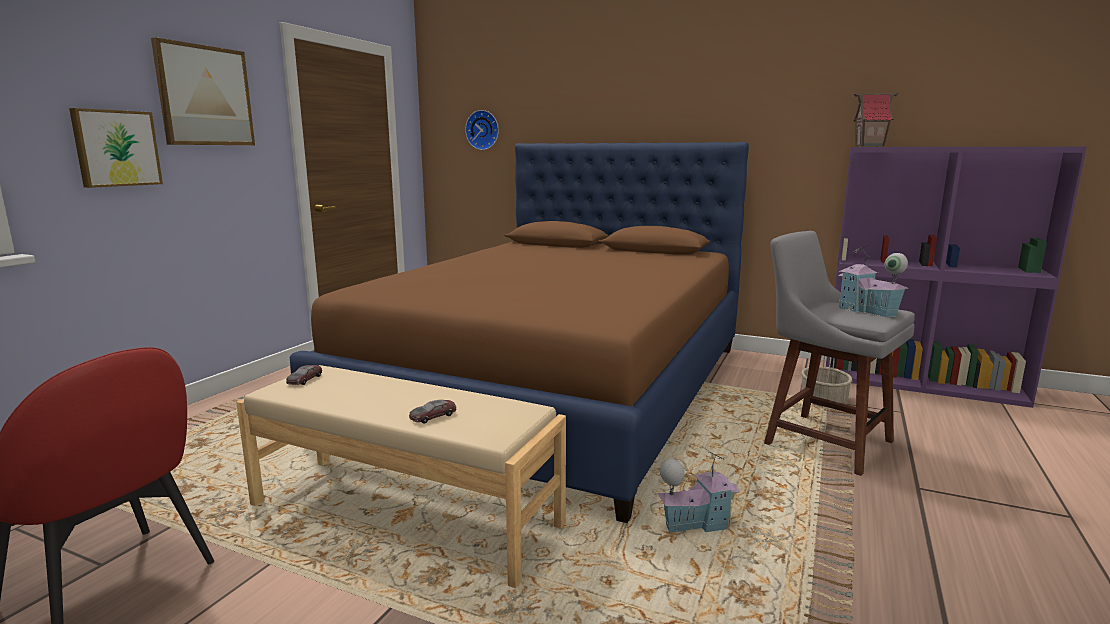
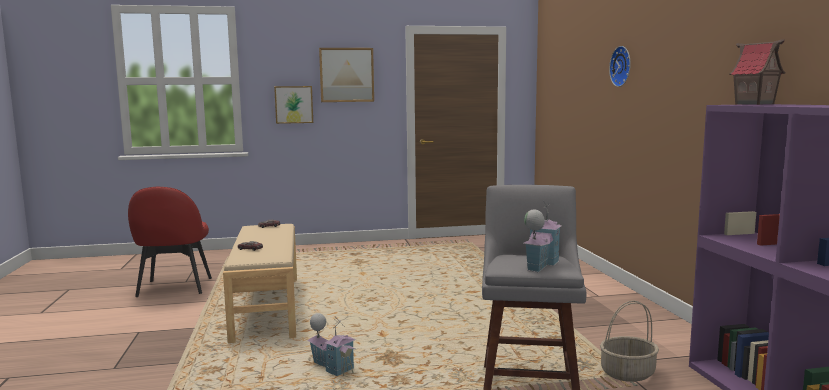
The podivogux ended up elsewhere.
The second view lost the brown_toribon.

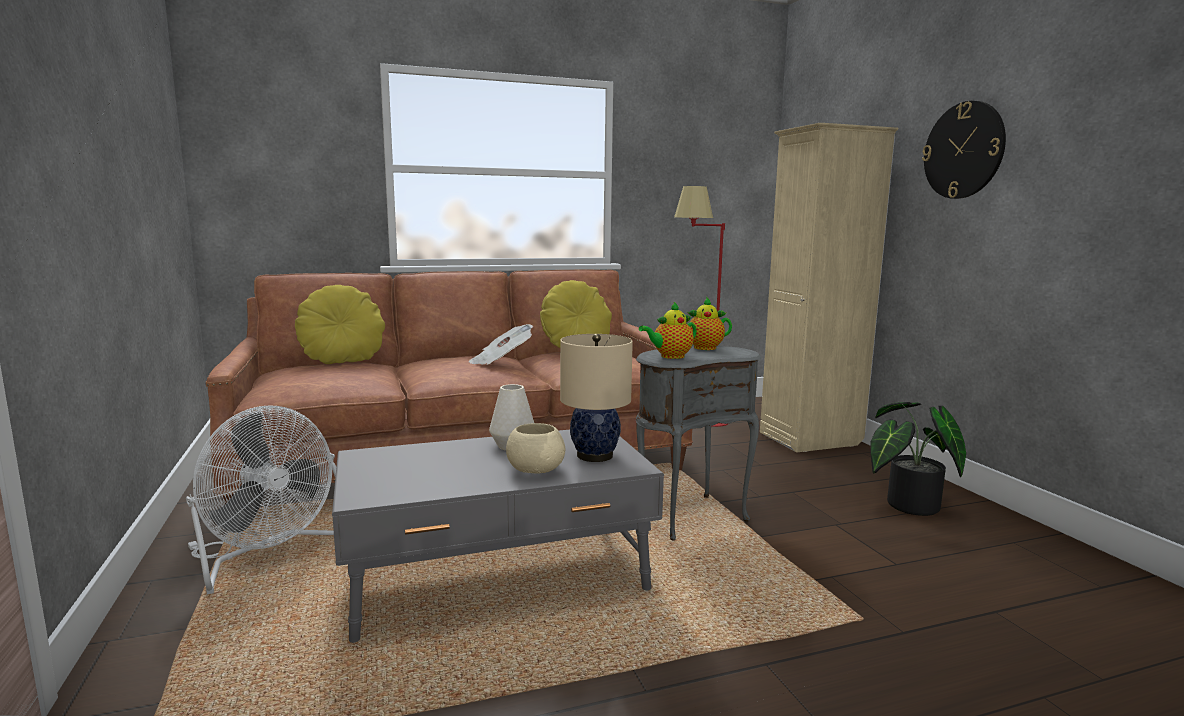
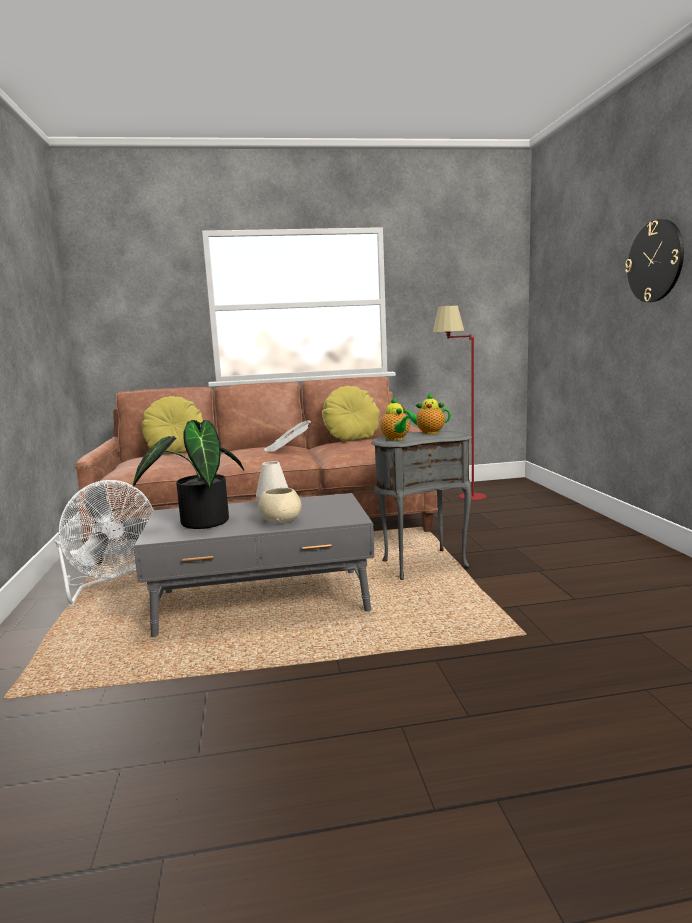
The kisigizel ended up elsewhere.
The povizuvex (no. 1 from left) ended up facing another way, 90 degrees counterclockwise from before.
The second view lost the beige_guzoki.
The second view lost the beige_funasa.

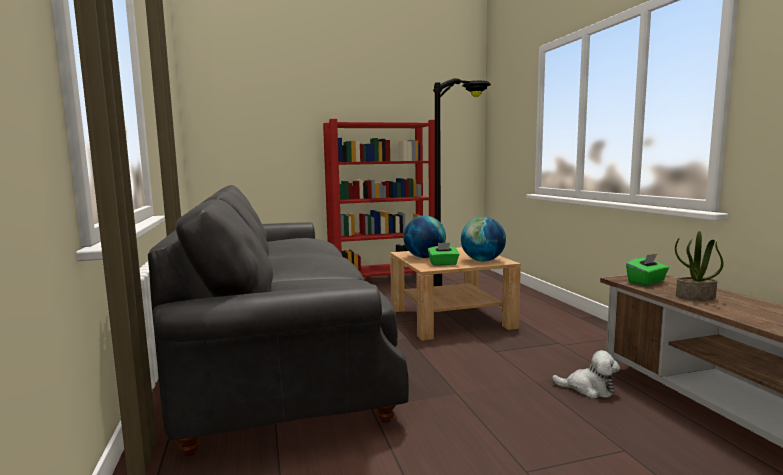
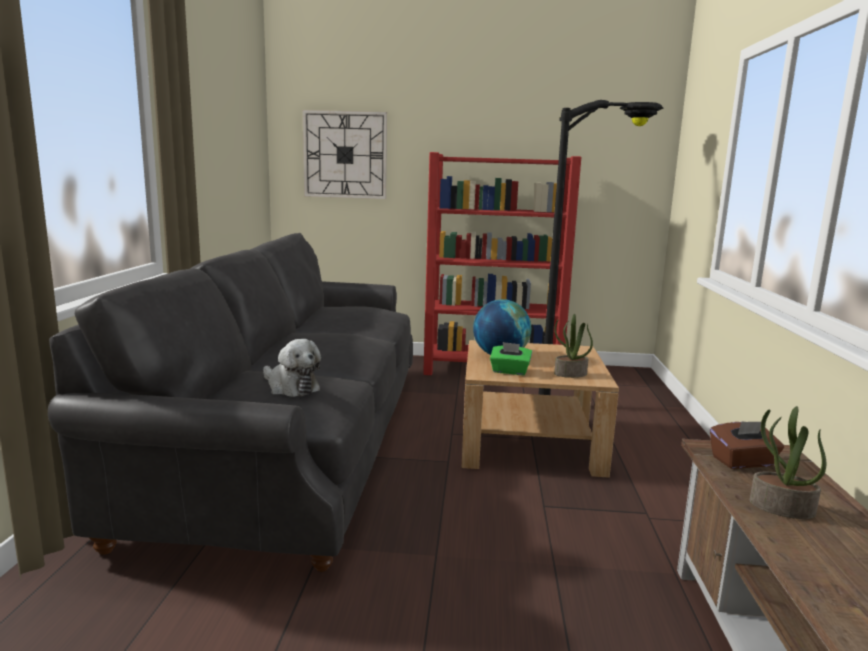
The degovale ended up elsewhere.
The second view gained the podivogux.
Where the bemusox (no. 2 from left) stood, the kisigizel (no. 1 from left) came to stand.
What was the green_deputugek (no. 2 from left) turned into the brown_deputugek.

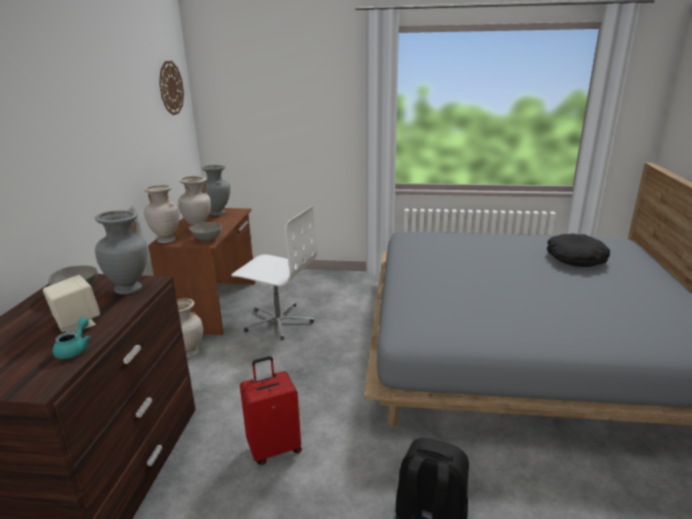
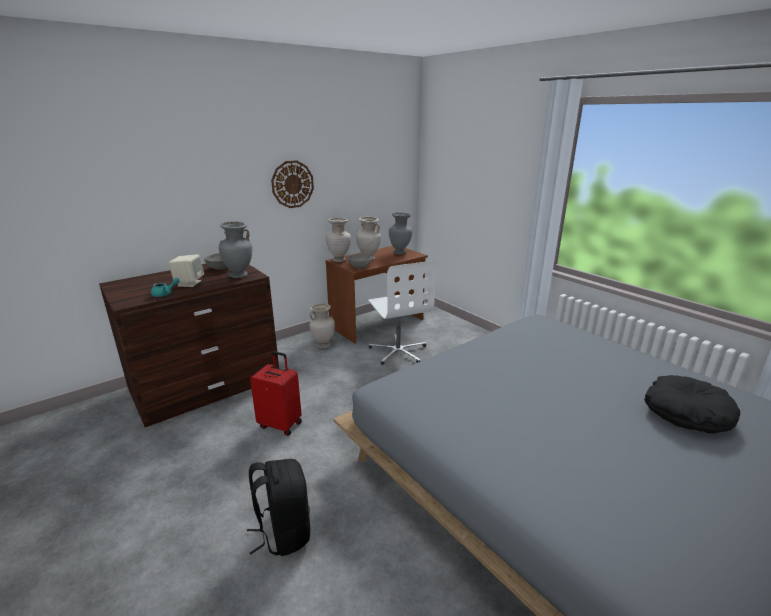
The podivogux ended up elsewhere.

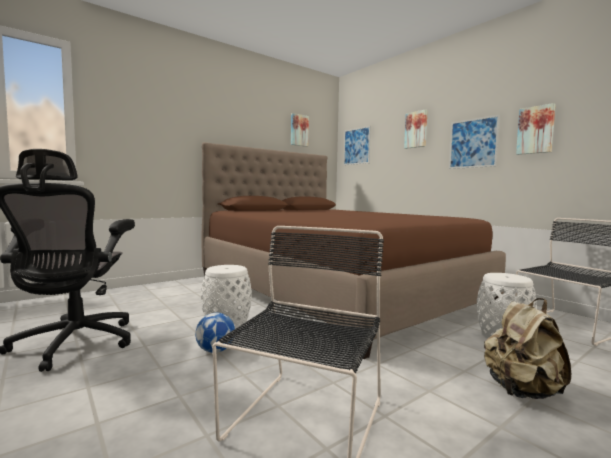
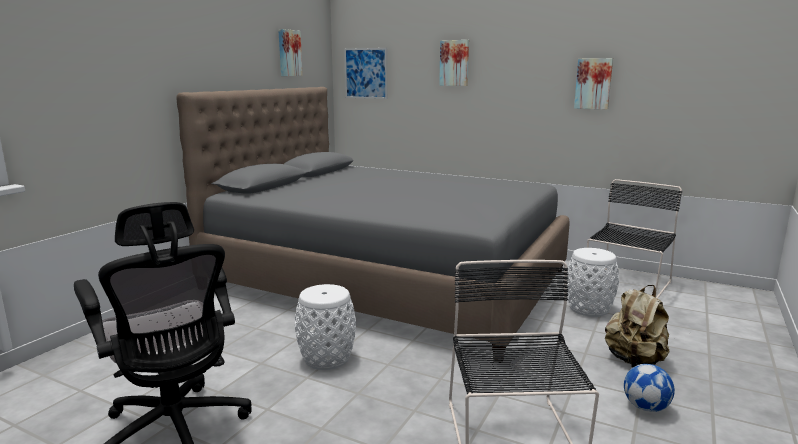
What was the brown_toribon turned into the grey_toribon.
The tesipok ended up elsewhere.
The second view lost the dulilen (no. 4 from left).

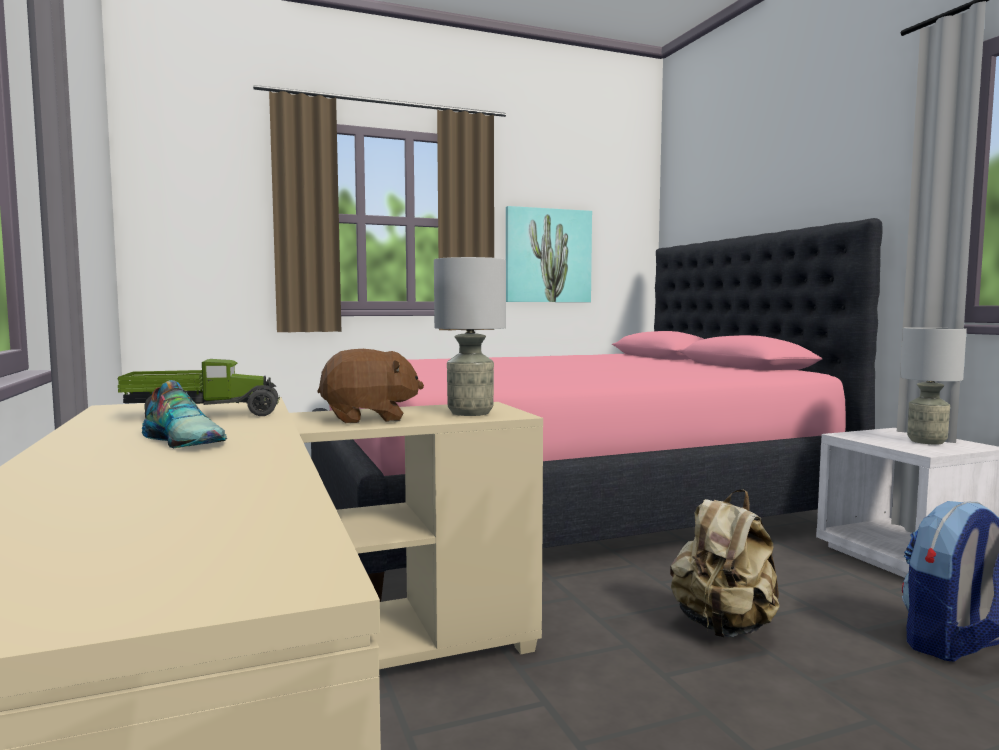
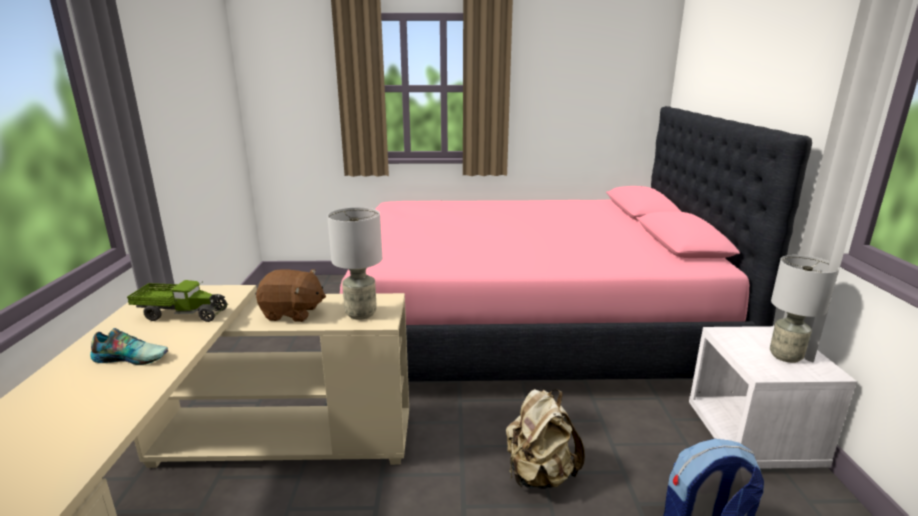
The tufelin ended up facing another way, 60 degrees counterclockwise from before.
The second view lost the dulilen.

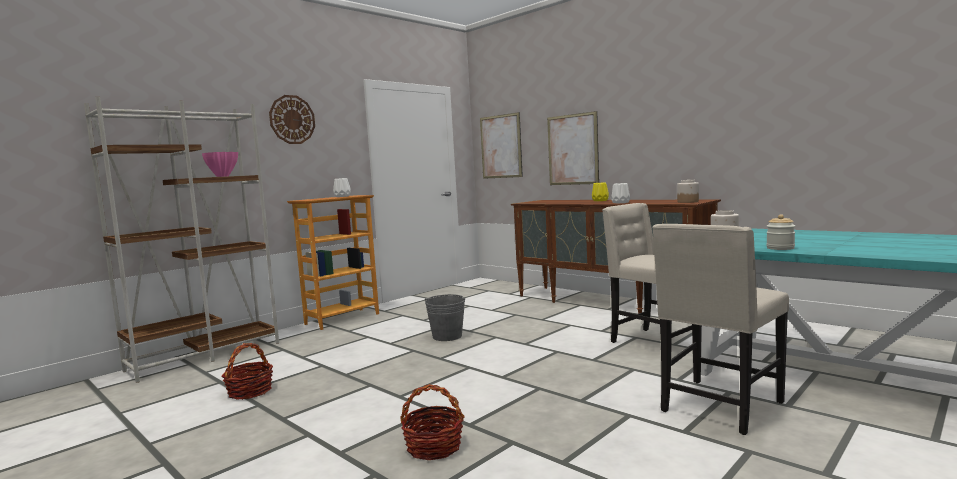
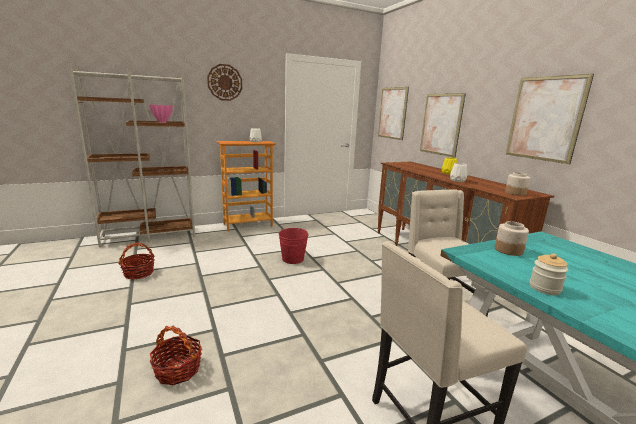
What was the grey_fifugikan turned into the red_fifugikan.
The second view gained the dulilen (no. 3 from left).

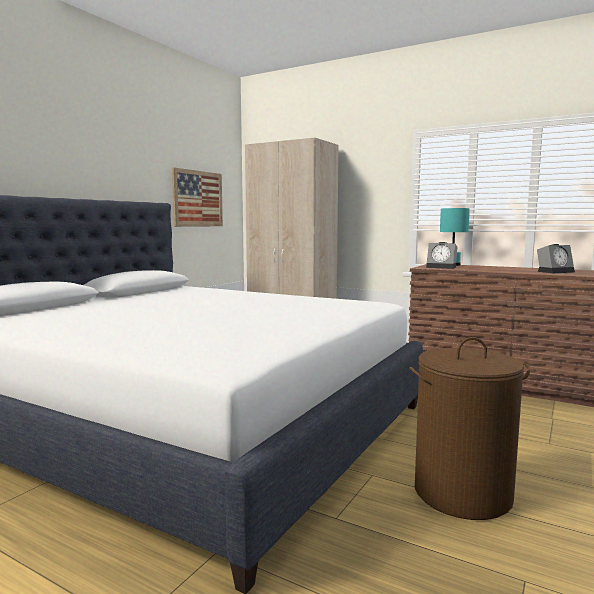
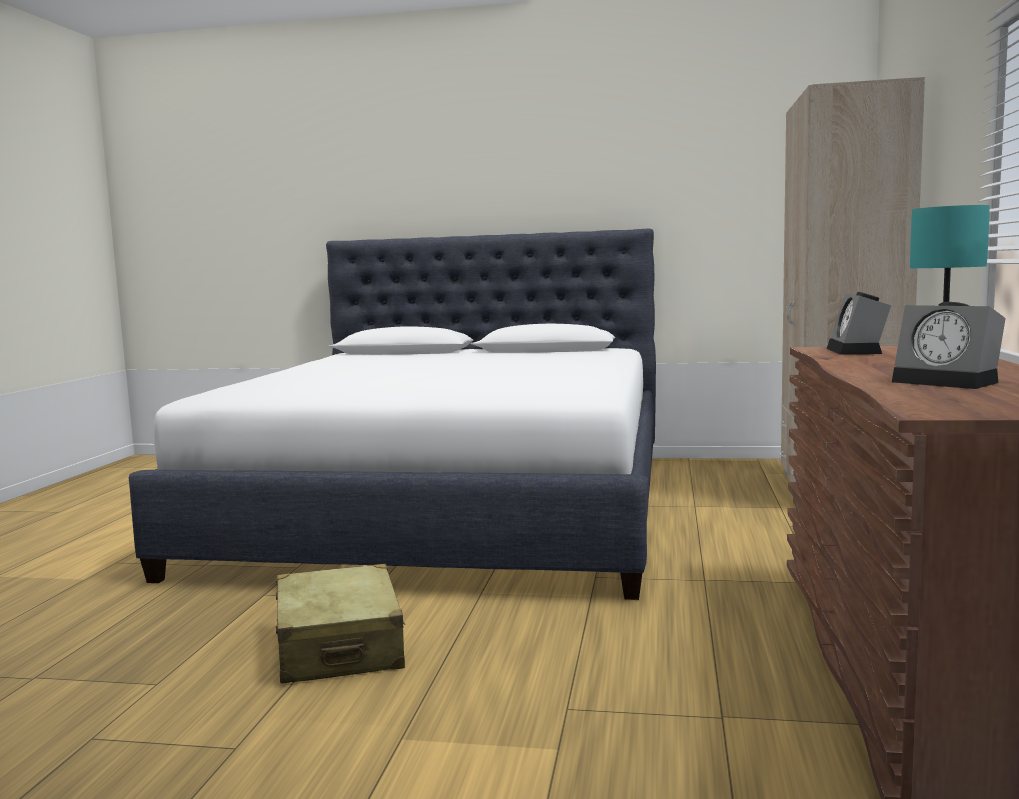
Where the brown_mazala stood, the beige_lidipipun came to stand.
The second view lost the dulilen.

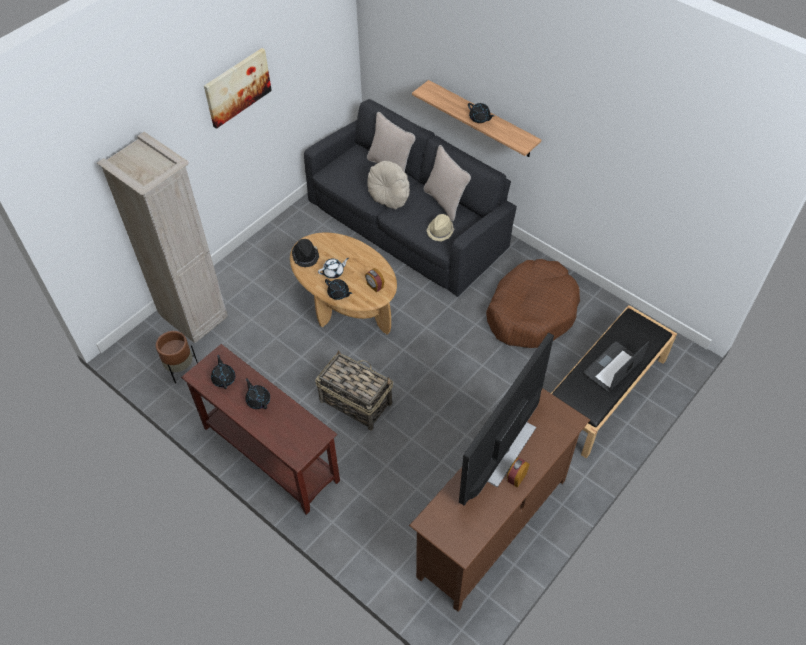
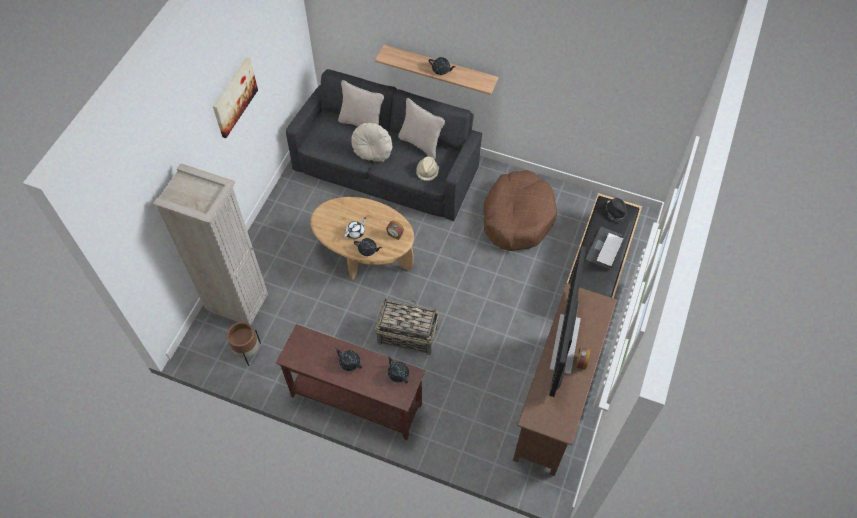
The black_povizuvex (no. 1 from left in the first image) ended up elsewhere.
The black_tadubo ended up elsewhere.

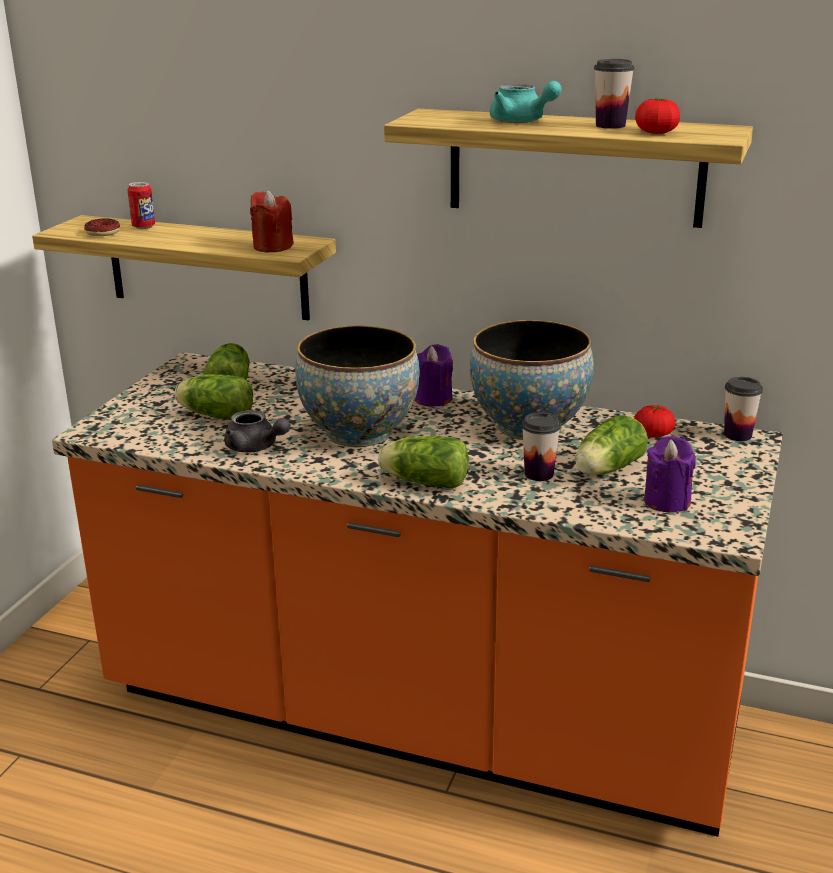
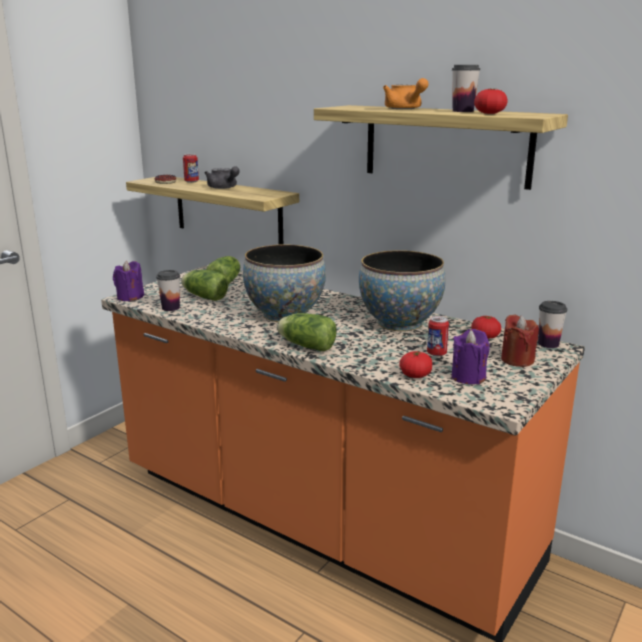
The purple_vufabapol (no. 1 from left) ended up elsewhere.
The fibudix (no. 1 from left) ended up elsewhere.
The grey_povizuvex ended up elsewhere.
What was the turquoise_povizuvex turned into the orange_povizuvex.
The second view gained the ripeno (no. 1 from left).
Where the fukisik (no. 4 from left) stood, the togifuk (no. 2 from left) came to stand.
The red_vufabapol ended up elsewhere.

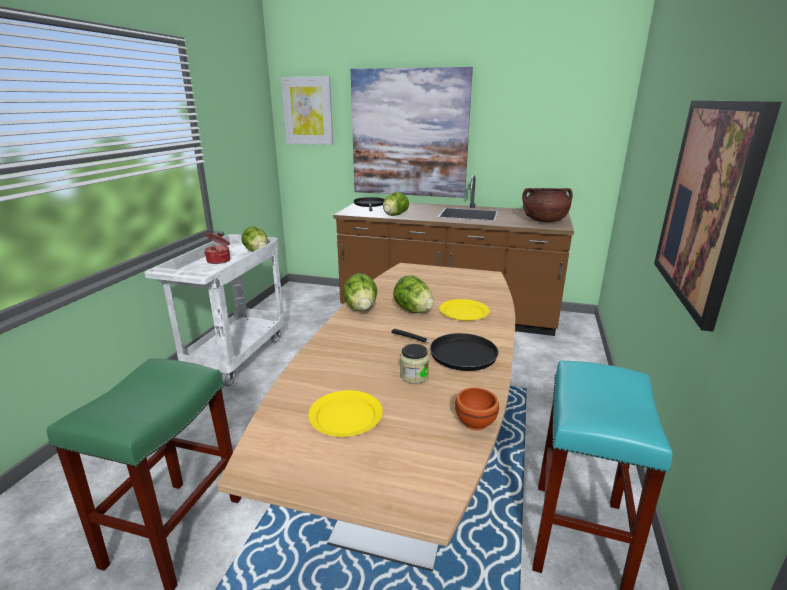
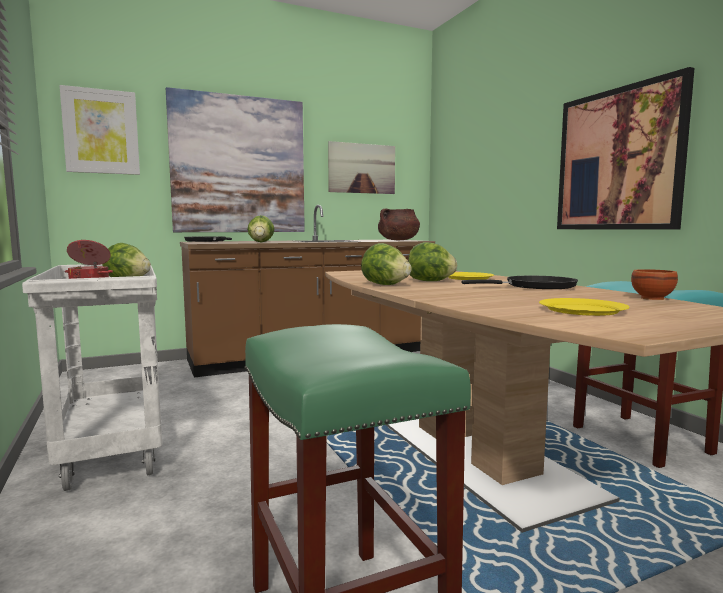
The second view gained the dulilen (no. 3 from left).
The second view lost the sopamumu.

